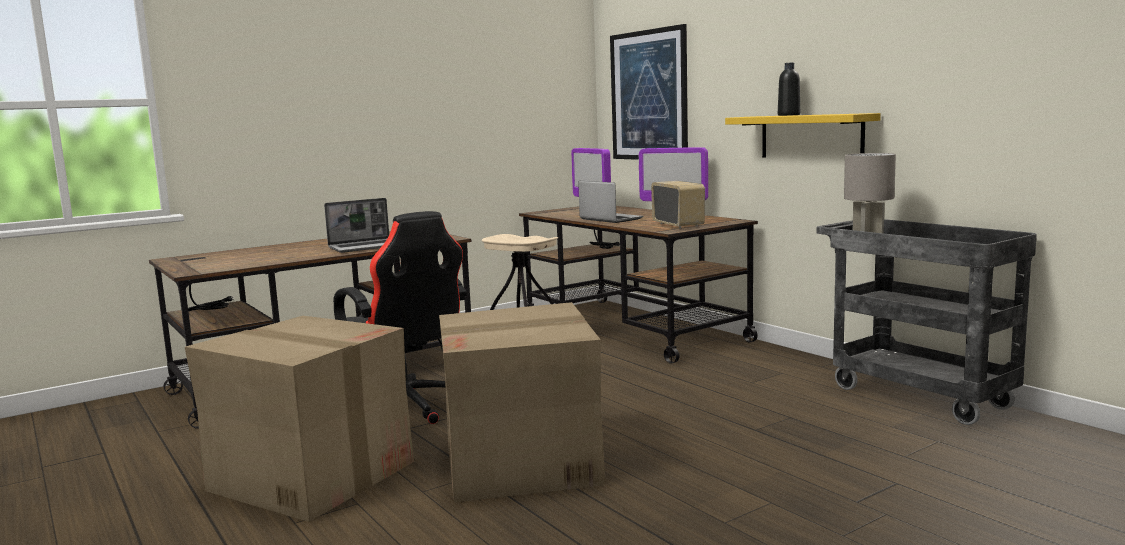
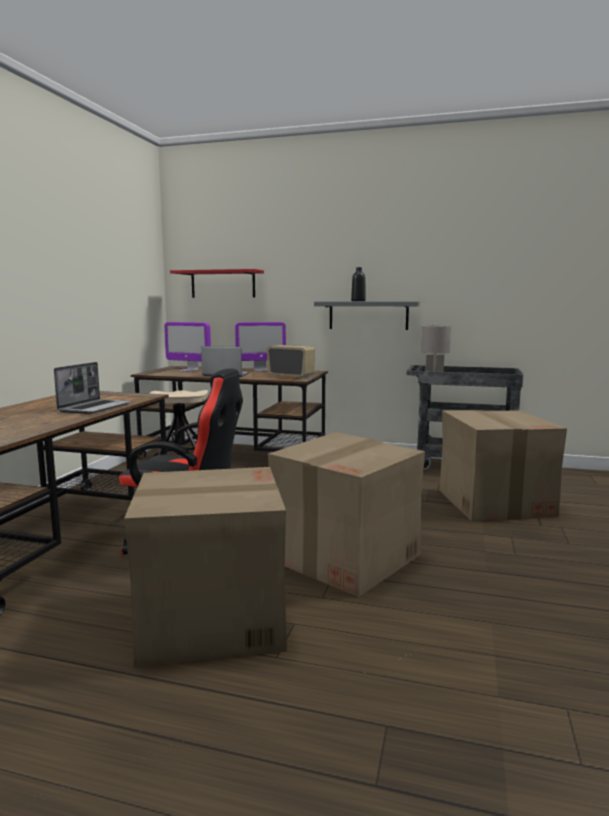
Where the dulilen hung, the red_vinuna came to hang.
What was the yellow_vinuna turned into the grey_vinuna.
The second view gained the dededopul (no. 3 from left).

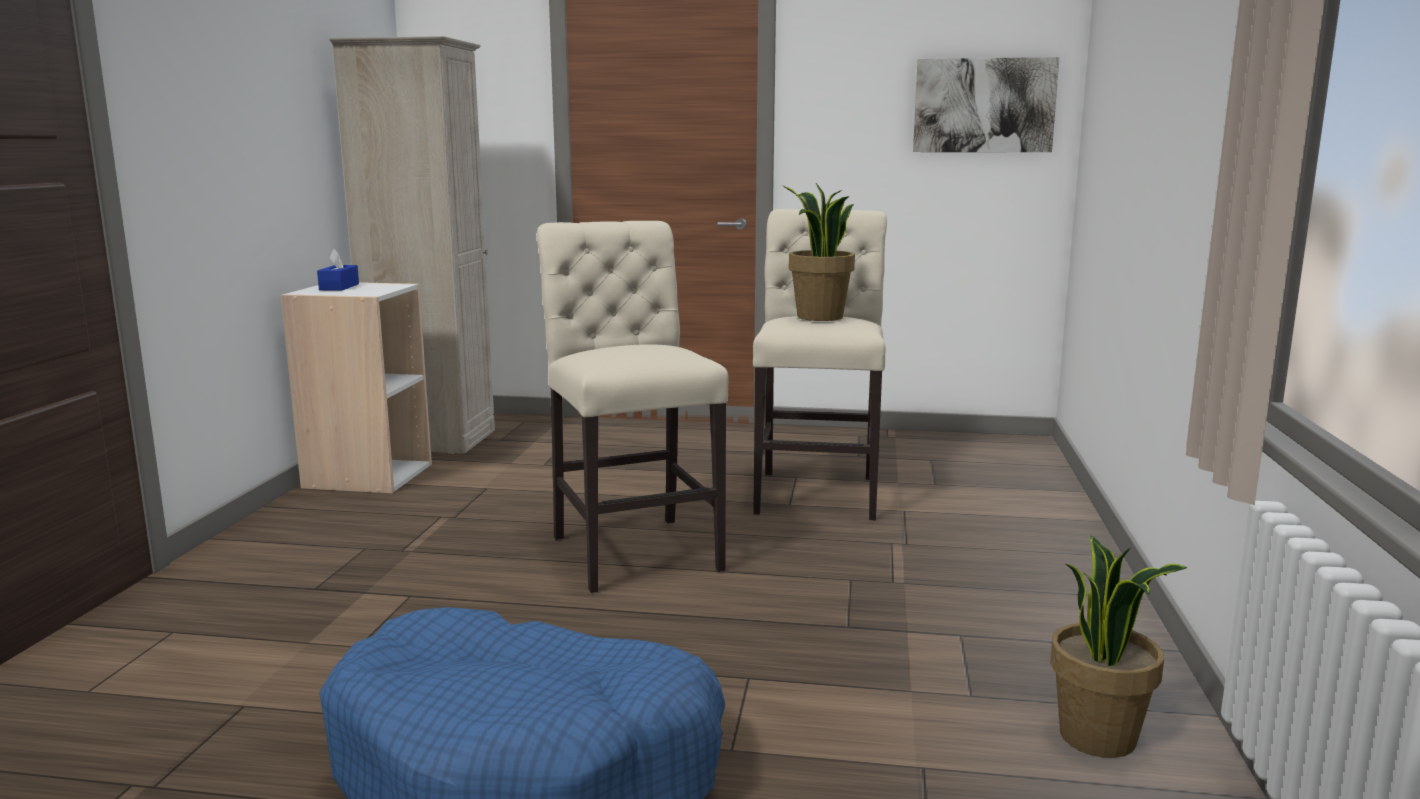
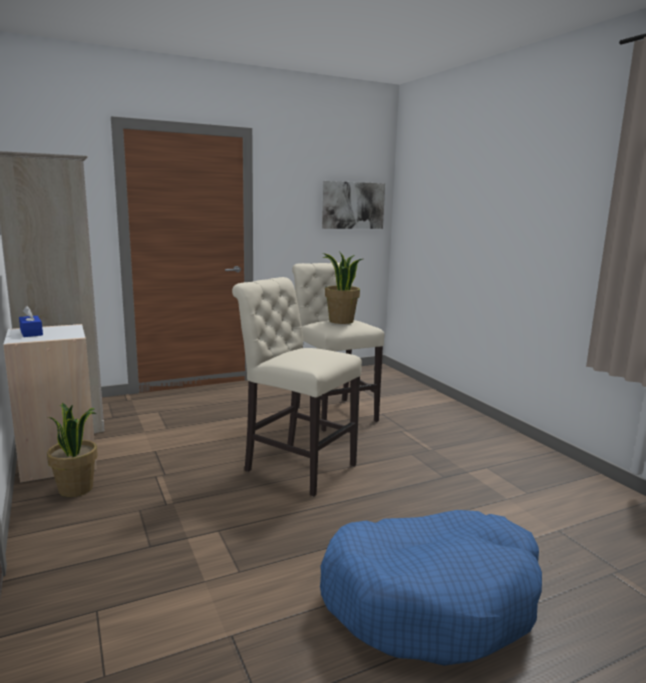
The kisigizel (no. 2 from left in the first image) ended up elsewhere.

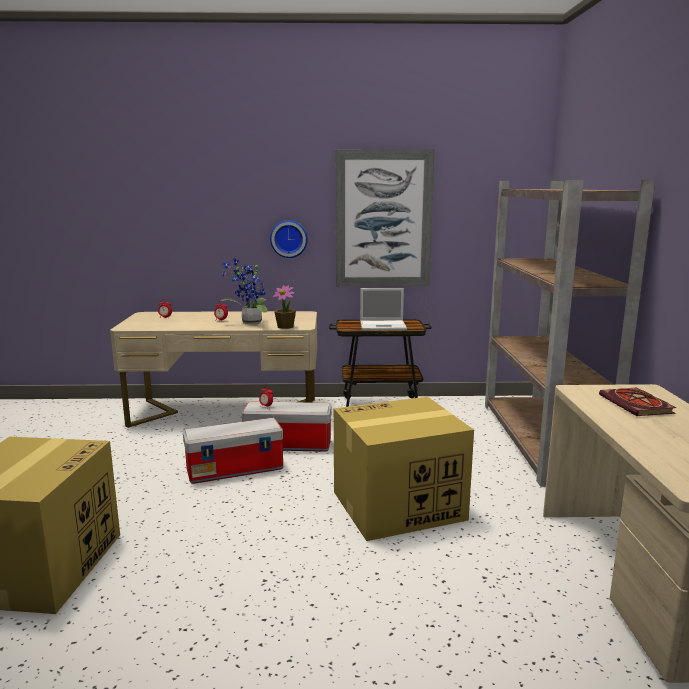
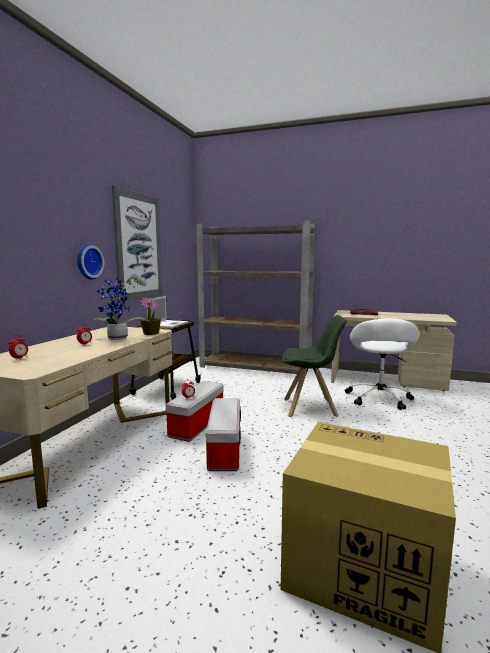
Where the dededopul (no. 2 from left) stood, the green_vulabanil came to stand.
The second view gained the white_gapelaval.

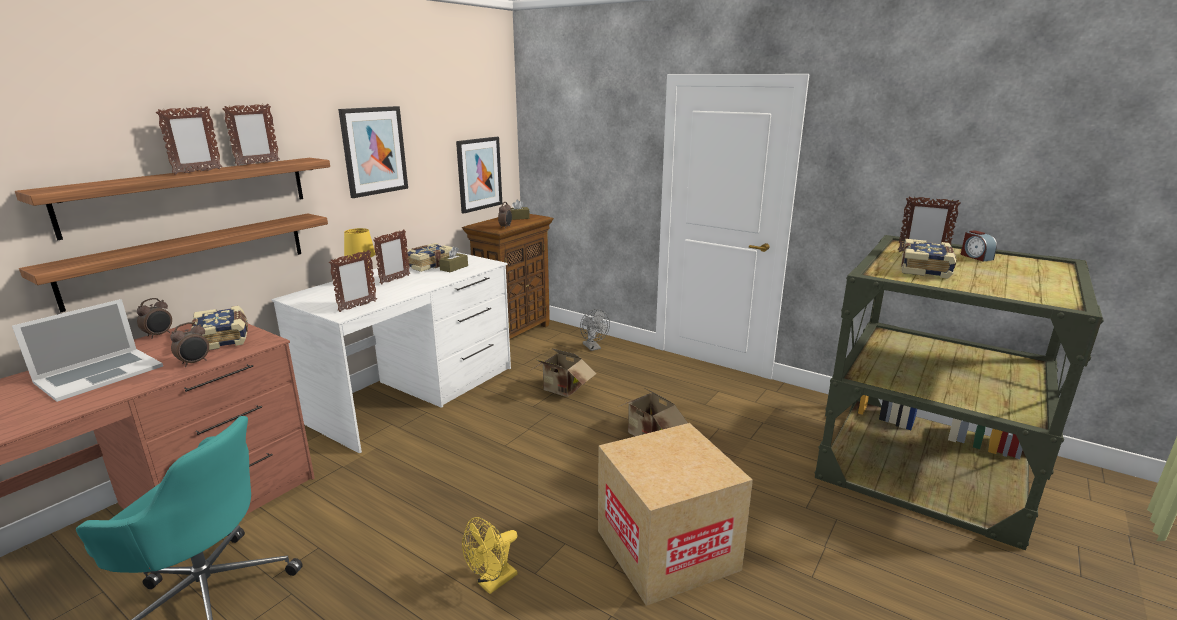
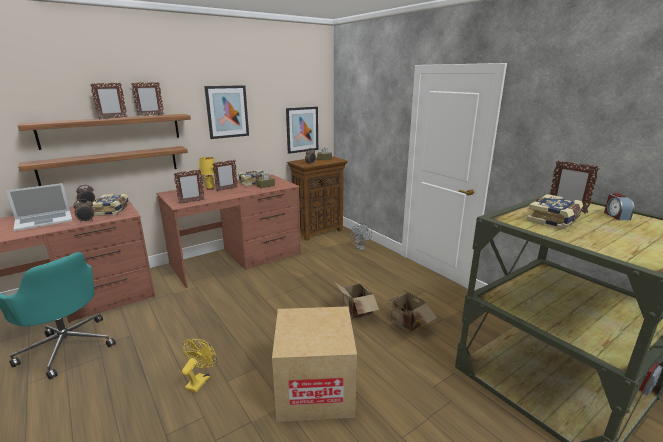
What was the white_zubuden turned into the brown_zubuden (no. 2 from left).
The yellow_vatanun ended up facing another way, 135 degrees clockwise from before.
The dededopul (no. 1 from left in the first image) ended up elsewhere.

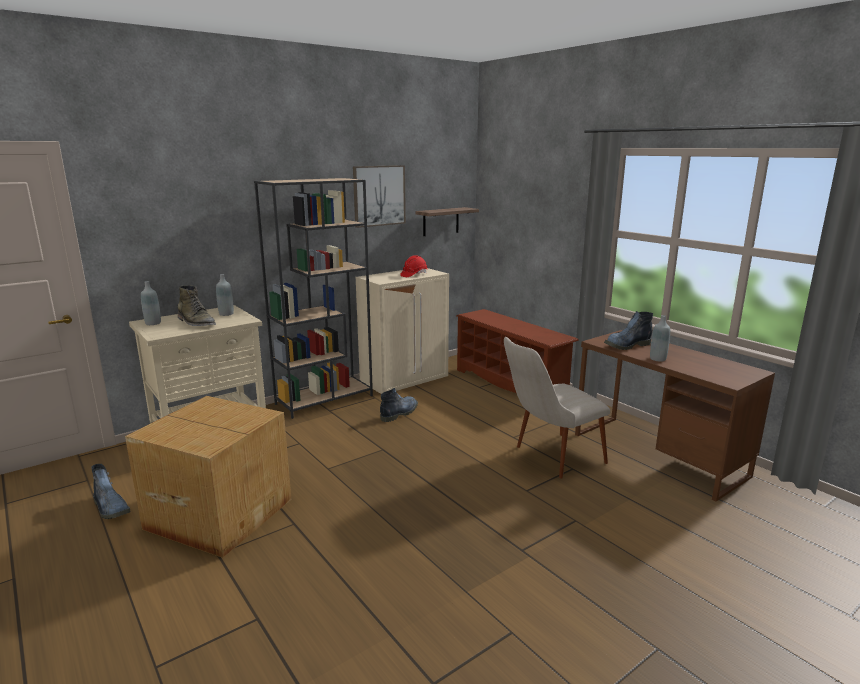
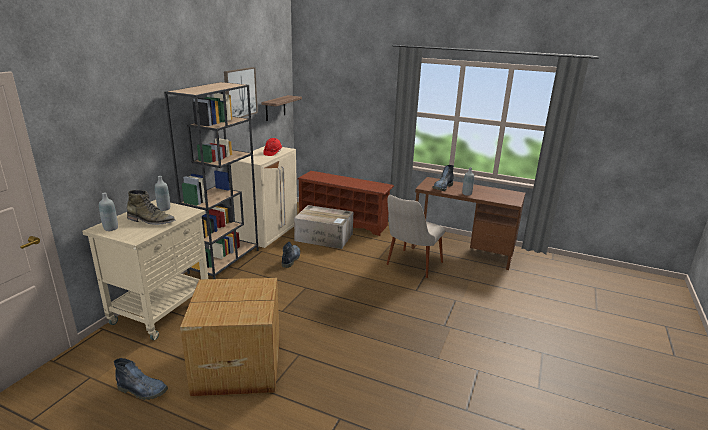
The second view gained the dededopul (no. 2 from left).

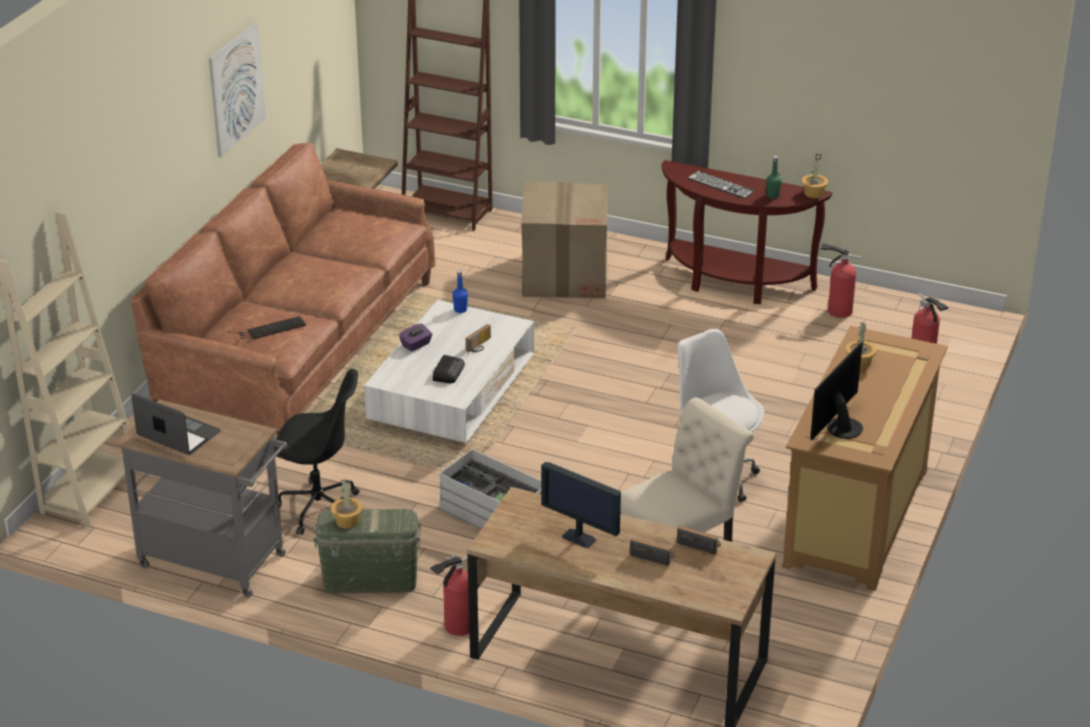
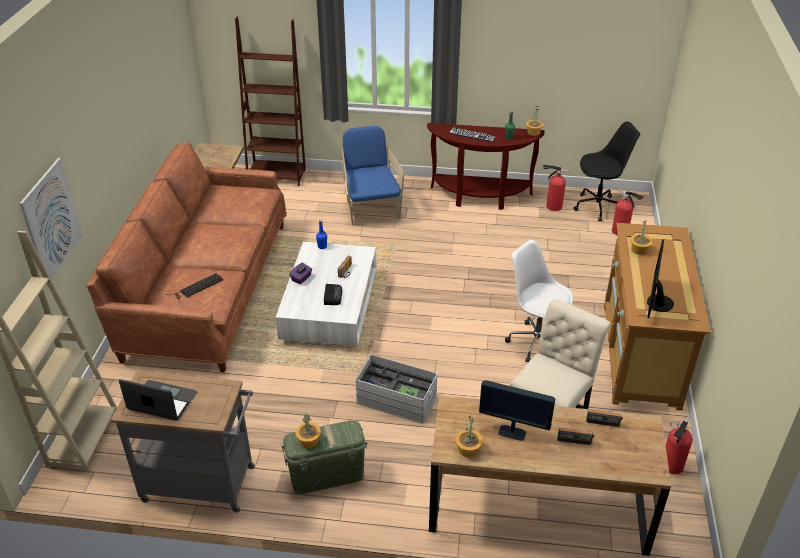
The dulilen ended up elsewhere.
Where the dededopul stood, the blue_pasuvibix came to stand.
The second view gained the kisigizel (no. 2 from left).
The black_gapelaval ended up elsewhere.
The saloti (no. 1 from left in the first image) ended up elsewhere.

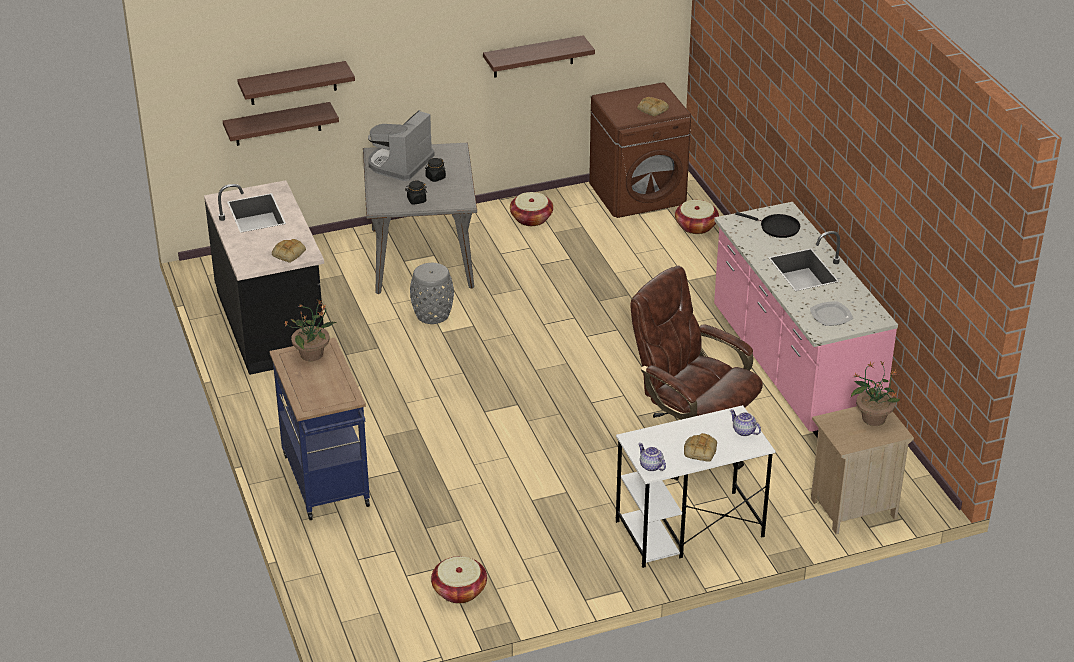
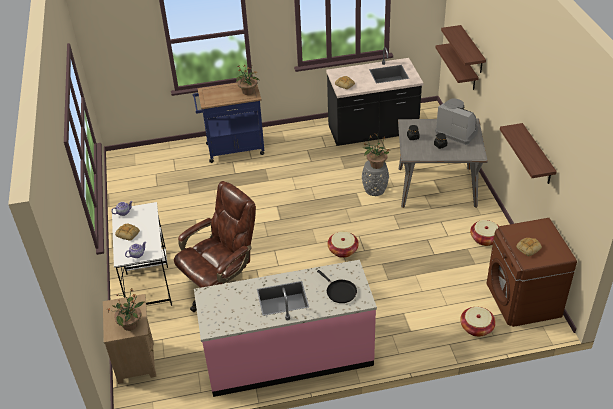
The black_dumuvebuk ended up facing another way, 75 degrees counterclockwise from before.
The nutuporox (no. 1 from left) ended up elsewhere.
The second view gained the kisigizel (no. 3 from left).
The second view lost the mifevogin.

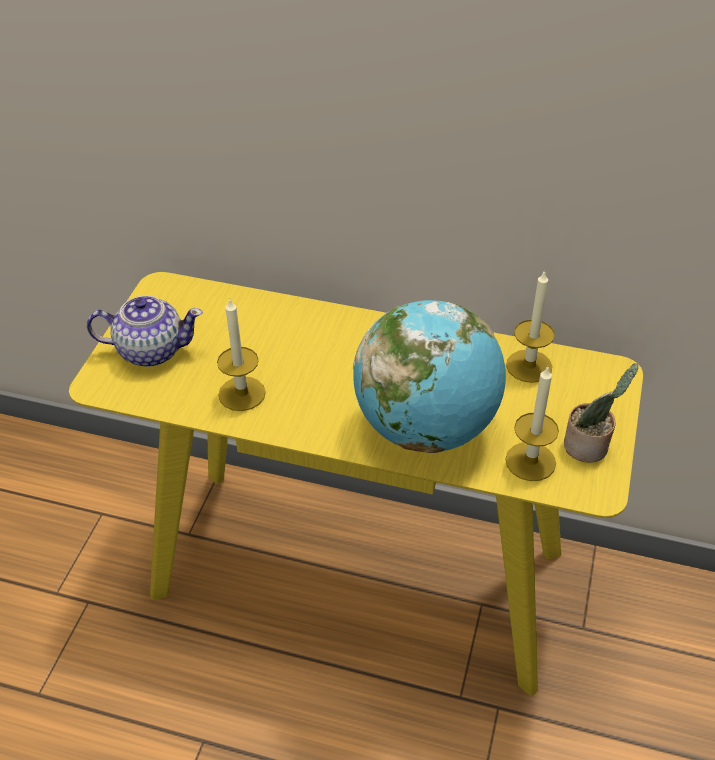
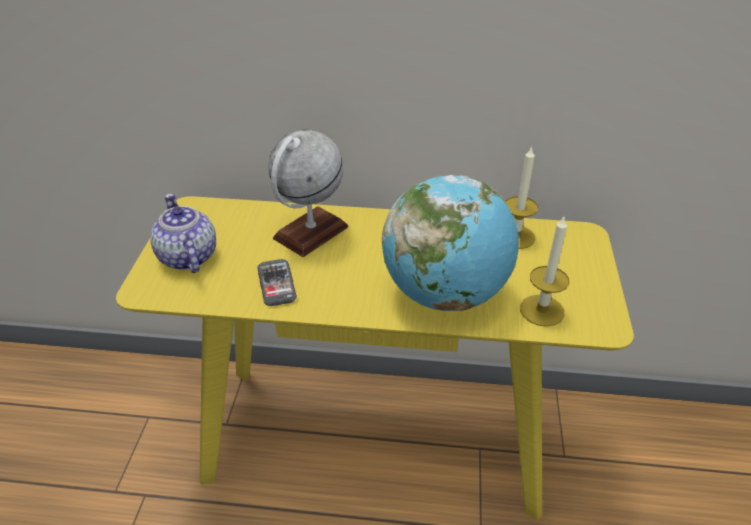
The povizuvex ended up facing another way, 105 degrees counterclockwise from before.
Where the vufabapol (no. 1 from left) stood, the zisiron came to stand.
The second view gained the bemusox (no. 1 from left).
The second view lost the kisigizel.

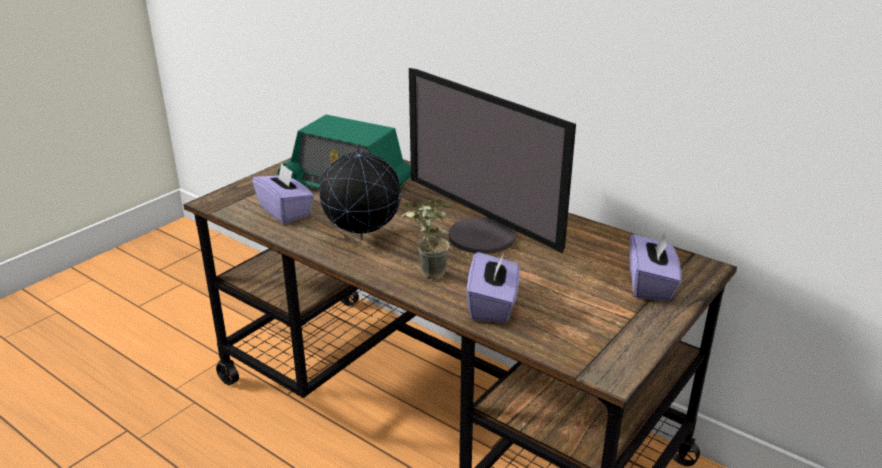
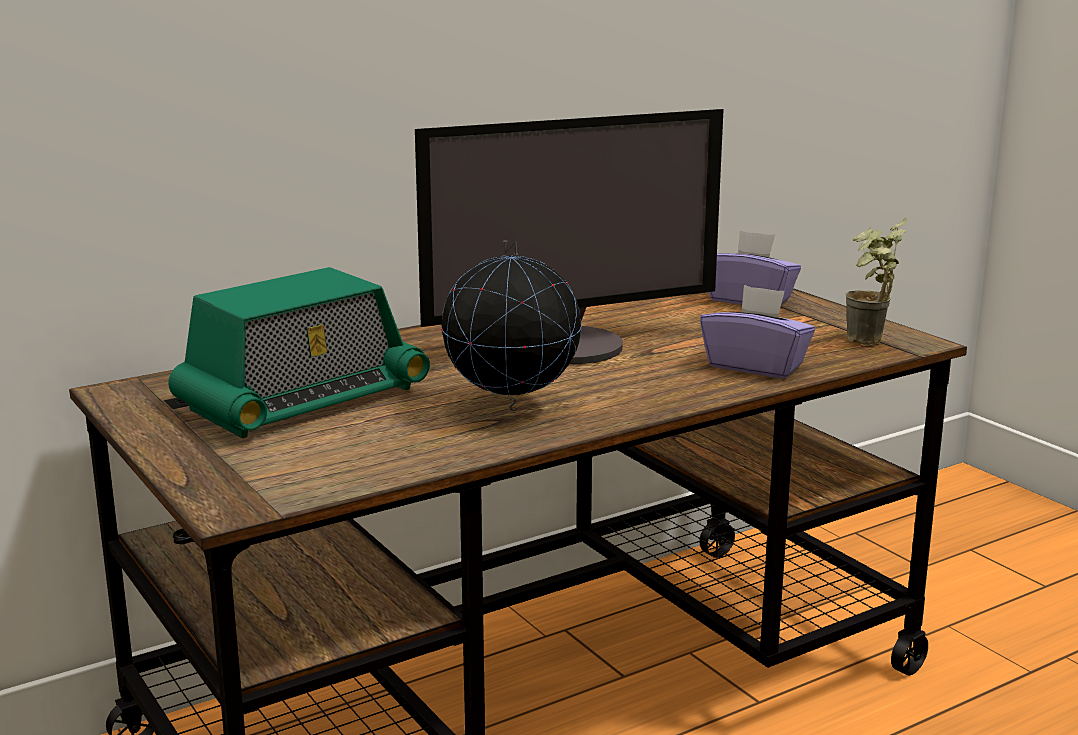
The kisigizel ended up elsewhere.
The second view lost the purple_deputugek (no. 1 from left).

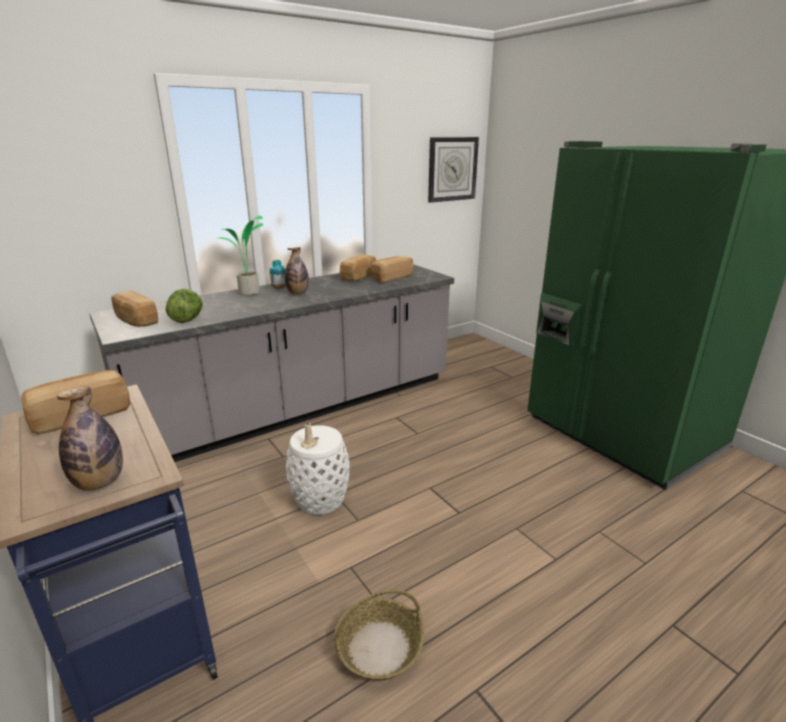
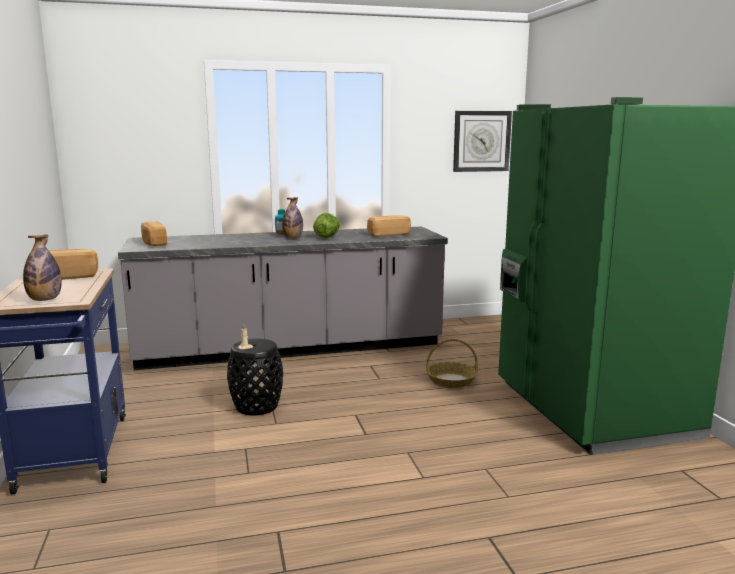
What was the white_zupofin turned into the black_zupofin.
The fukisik ended up elsewhere.
The nutuporox ended up elsewhere.
The second view lost the kisigizel.
The second view lost the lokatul (no. 3 from left).

